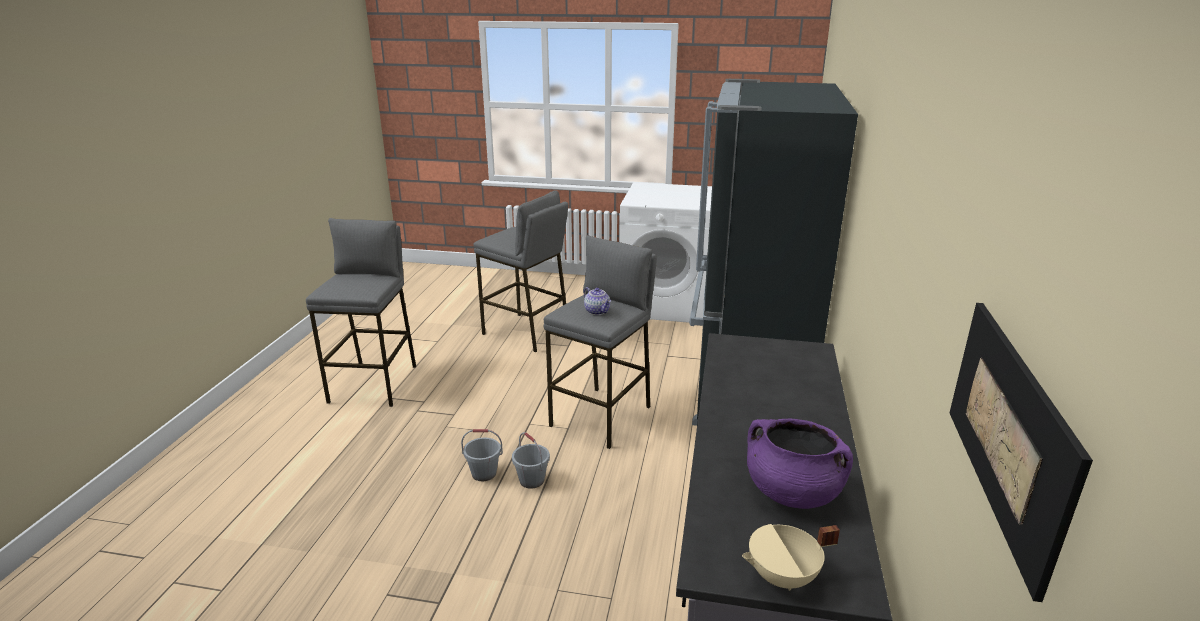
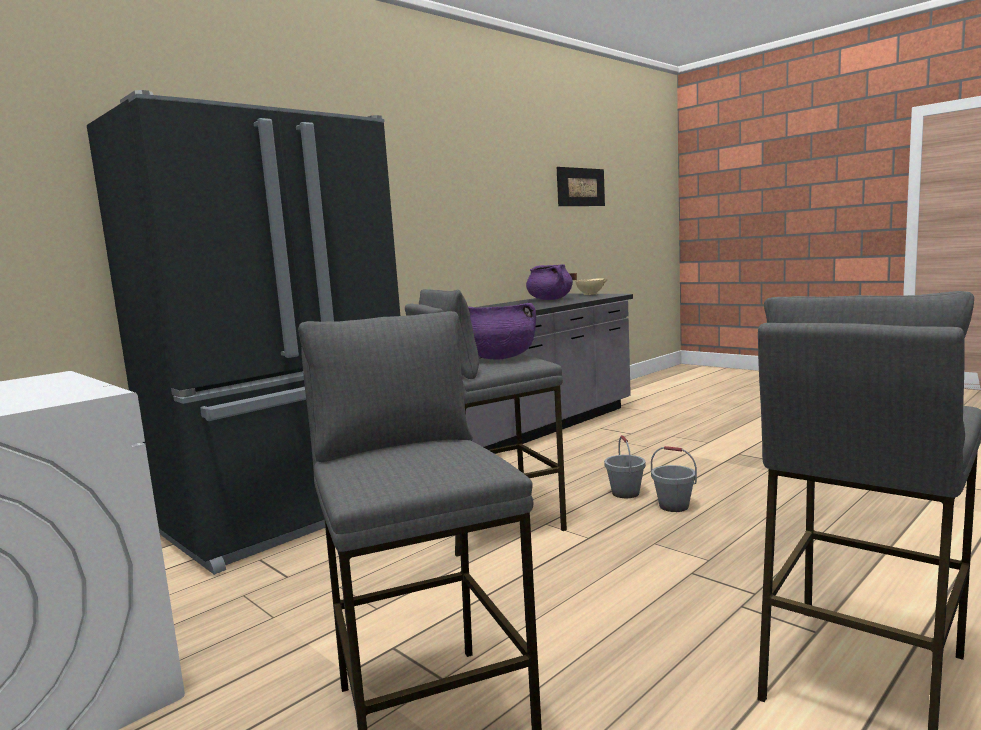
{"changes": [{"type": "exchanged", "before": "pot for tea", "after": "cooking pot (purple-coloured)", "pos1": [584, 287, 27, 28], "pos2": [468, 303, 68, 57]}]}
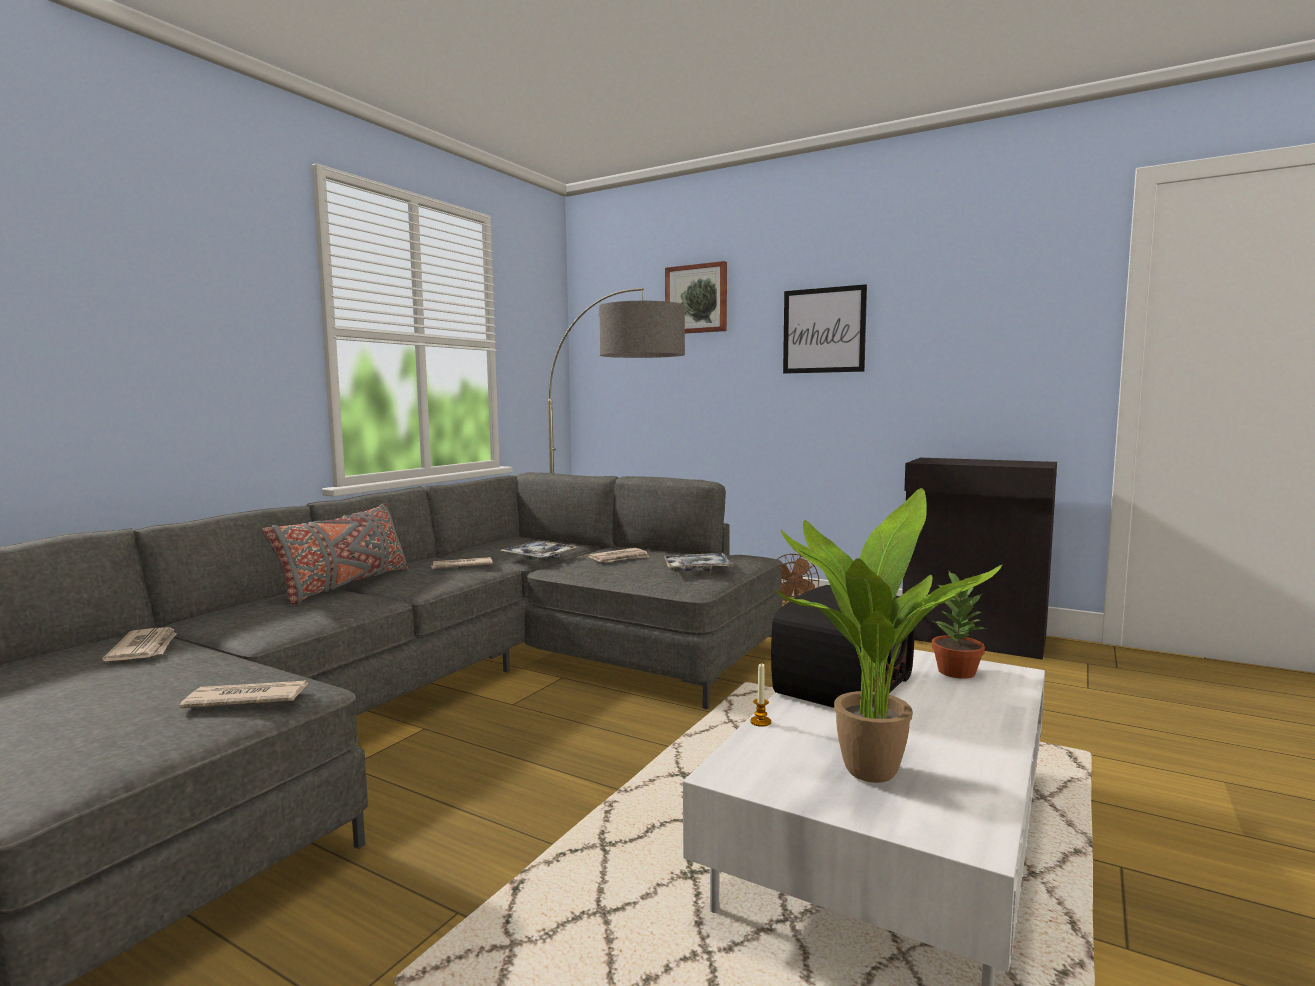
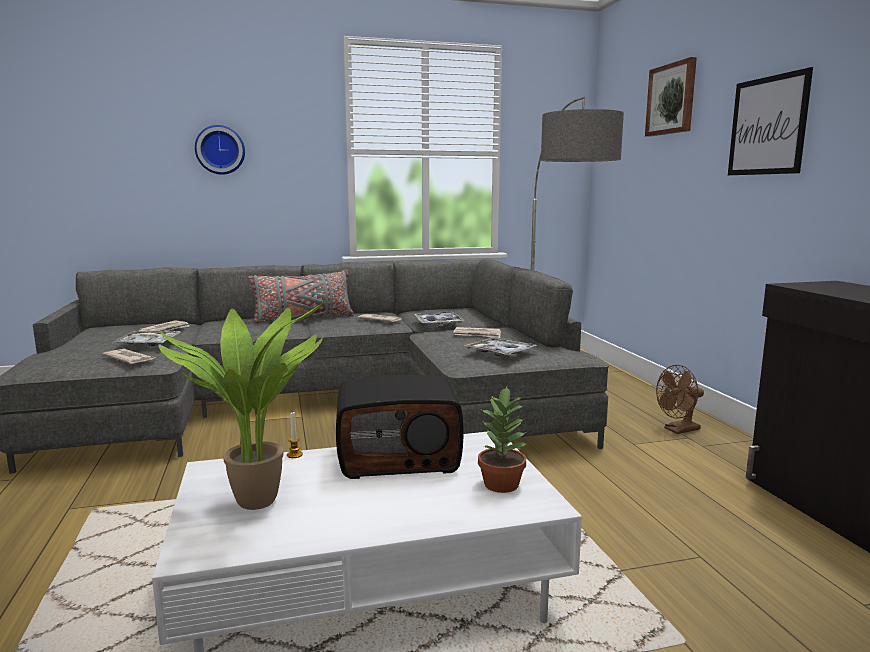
{"changes": [{"type": "appeared", "after": "tray", "pos2": [112, 331, 69, 15]}, {"type": "appeared", "after": "wall clock", "pos2": [195, 125, 50, 50]}]}
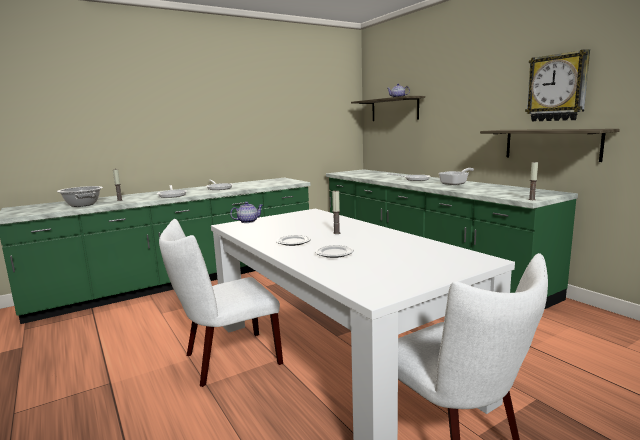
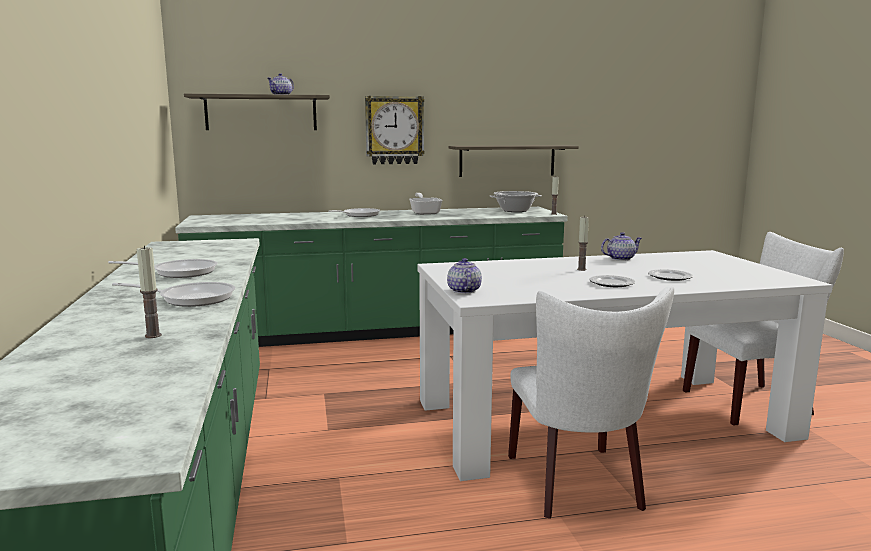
{"changes": [{"type": "relocated", "before": "wall clock", "pos1": [525, 49, 65, 72], "pos2": [365, 96, 60, 68]}, {"type": "relocated", "before": "cooking pot", "pos1": [57, 186, 46, 21], "pos2": [489, 191, 53, 21]}, {"type": "appeared", "after": "pot for tea", "pos2": [601, 232, 41, 29]}]}
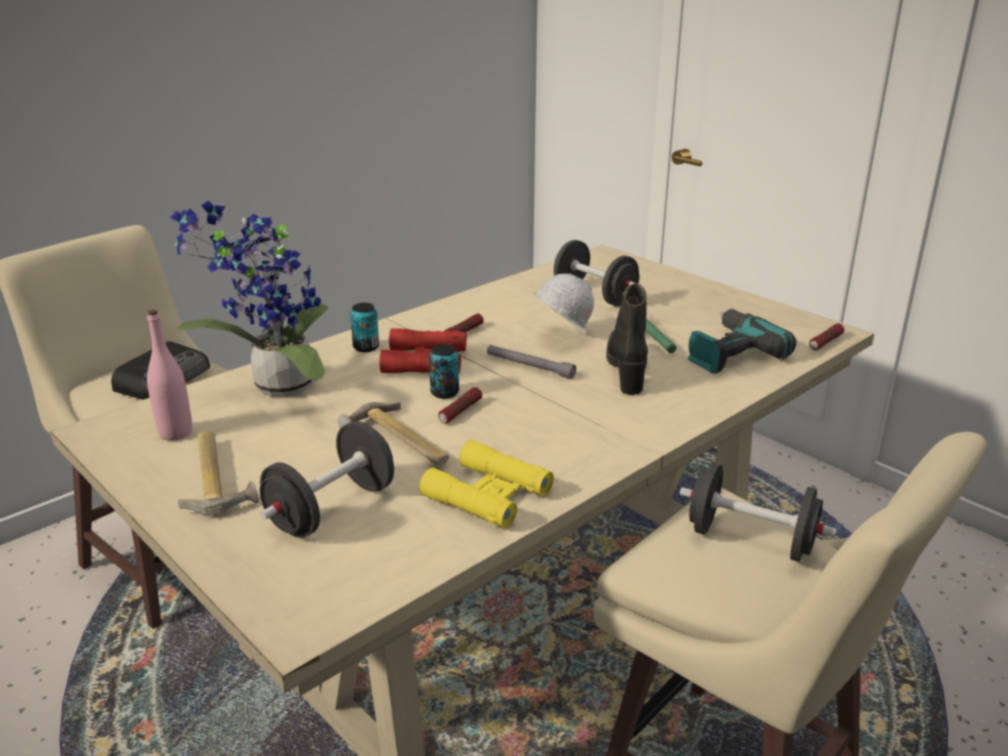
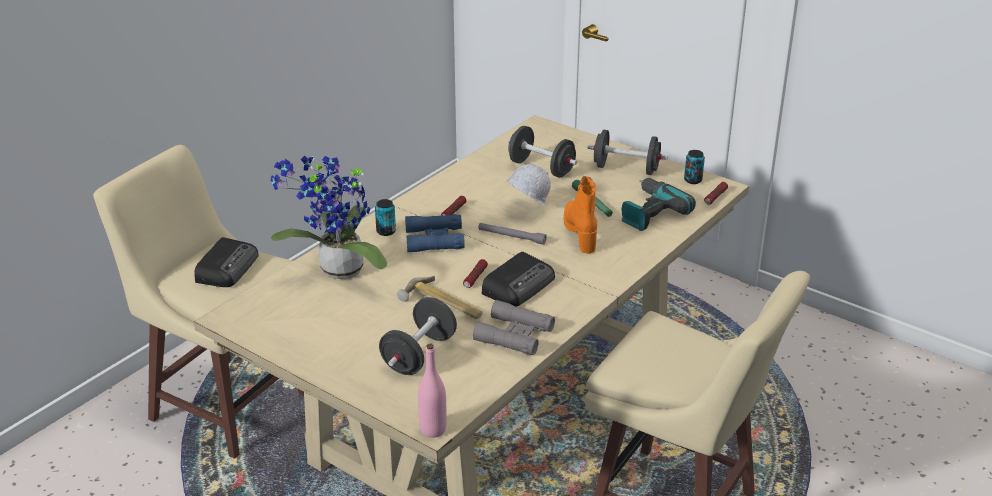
{"changes": [{"type": "colour", "before": "pair of binoculars (red-coloured)", "after": "pair of binoculars (blue-coloured)", "pos1": [379, 328, 88, 46], "pos2": [405, 214, 60, 38]}, {"type": "relocated", "before": "beverage bottle (pink)", "pos1": [147, 310, 45, 131], "pos2": [418, 344, 29, 94]}, {"type": "colour", "before": "pair of binoculars (yellowish)", "after": "pair of binoculars (grey)", "pos1": [419, 440, 135, 88], "pos2": [473, 300, 82, 55]}, {"type": "appeared", "after": "radio", "pos2": [482, 252, 73, 54]}, {"type": "colour", "before": "tall boot (black-coloured)", "after": "tall boot (orangey)", "pos1": [606, 283, 42, 112], "pos2": [564, 176, 33, 78]}, {"type": "relocated", "before": "dumbbell (black-coloured)", "pos1": [680, 463, 156, 99], "pos2": [588, 130, 80, 45]}, {"type": "relocated", "before": "can", "pos1": [429, 344, 30, 55], "pos2": [684, 150, 21, 34]}, {"type": "missing", "before": "hand hammer", "pos1": [178, 431, 81, 84]}]}
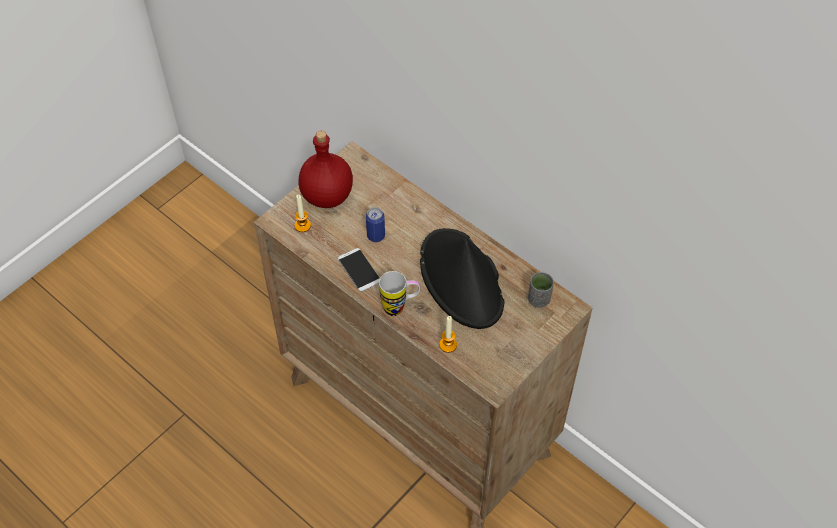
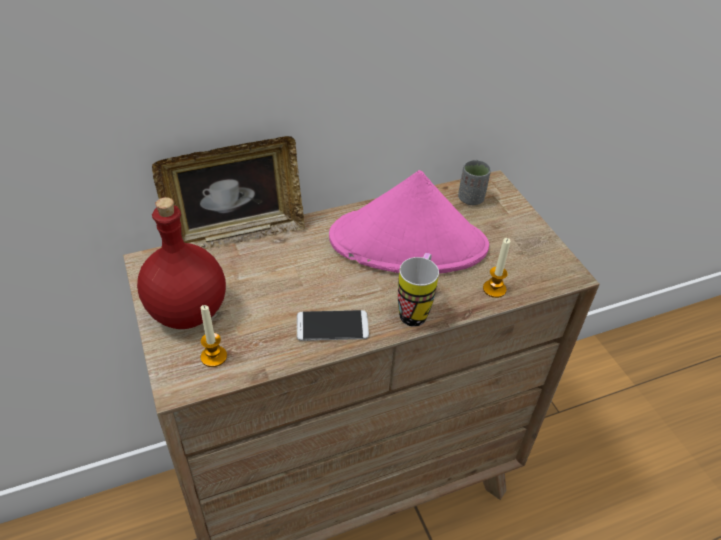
{"changes": [{"type": "appeared", "after": "picture frame", "pos2": [152, 136, 153, 113]}, {"type": "colour", "before": "hat (black-coloured)", "after": "hat (pink)", "pos1": [420, 228, 85, 101], "pos2": [329, 170, 160, 103]}, {"type": "missing", "before": "can", "pos1": [366, 207, 19, 35]}]}
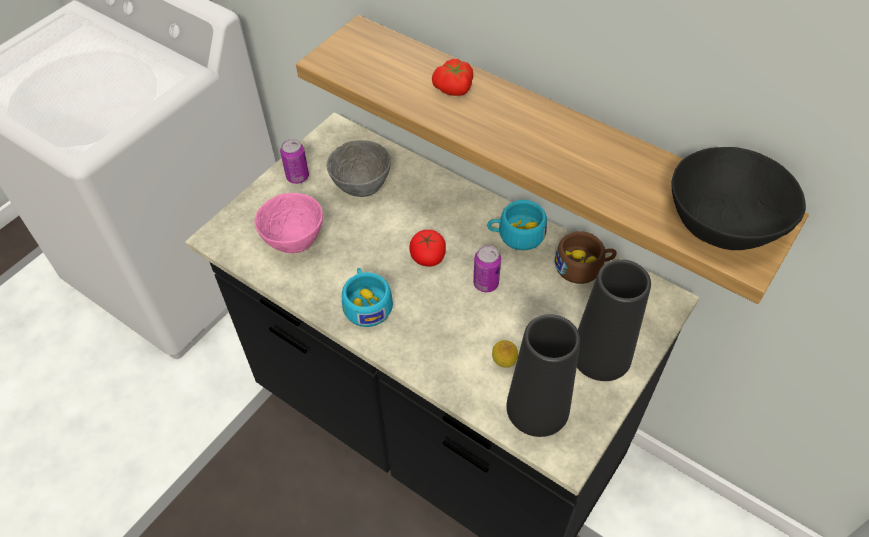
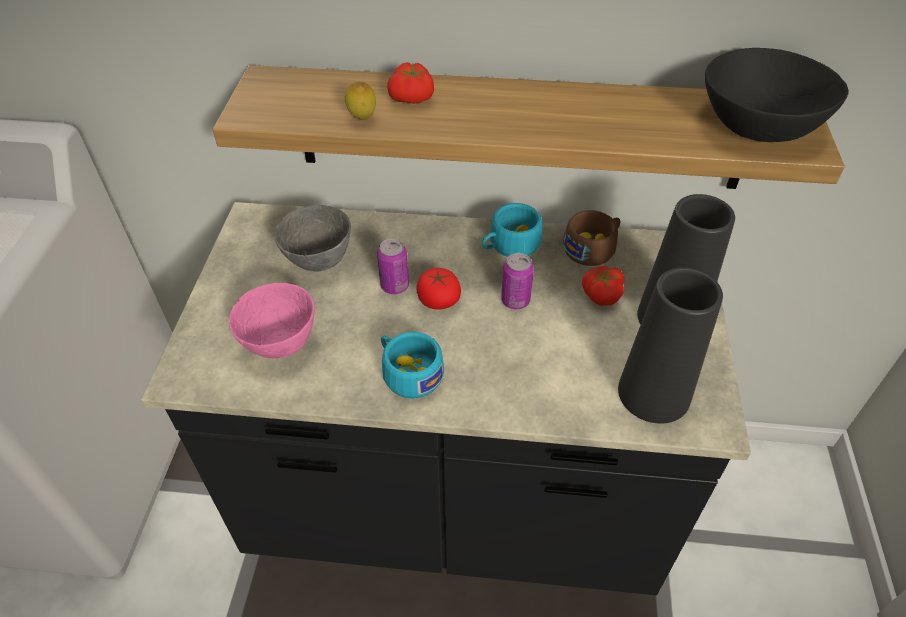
{"changes": [{"type": "relocated", "before": "citrus fruit", "pos1": [492, 340, 26, 28], "pos2": [345, 82, 31, 38]}, {"type": "relocated", "before": "can", "pos1": [280, 139, 29, 45], "pos2": [377, 238, 32, 56]}, {"type": "appeared", "after": "whole tomato", "pos2": [582, 266, 43, 40]}]}
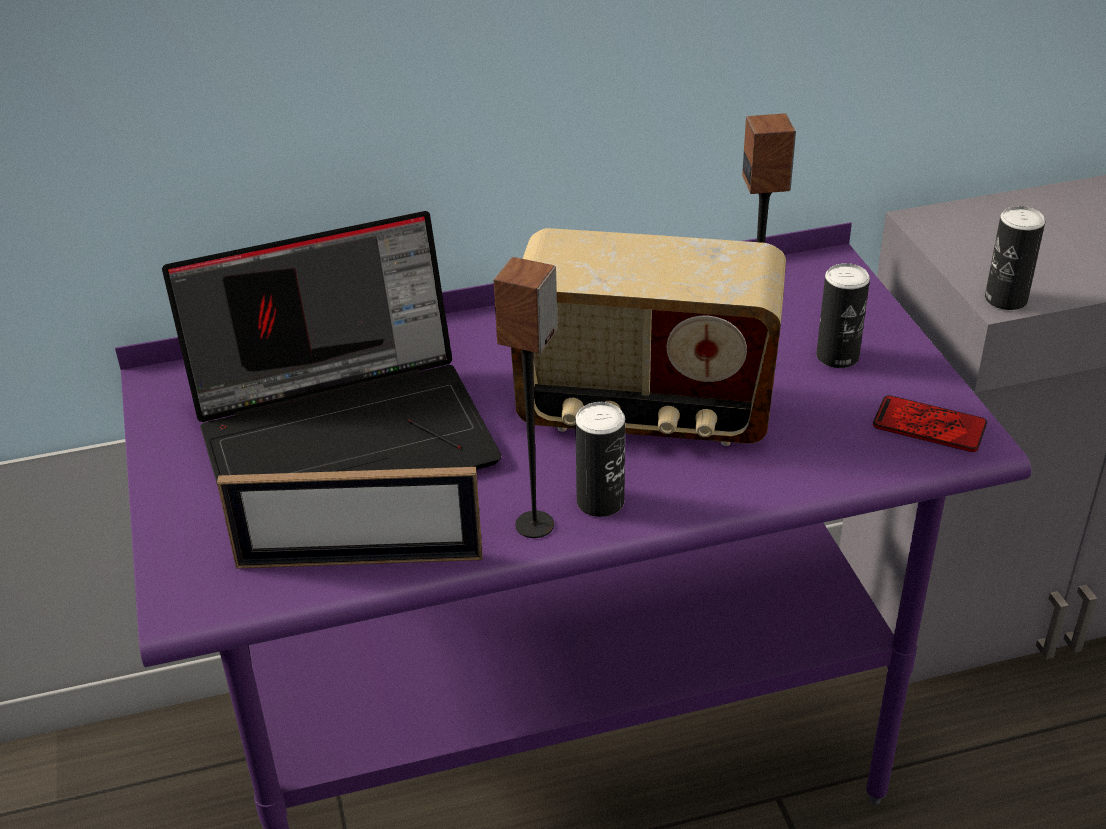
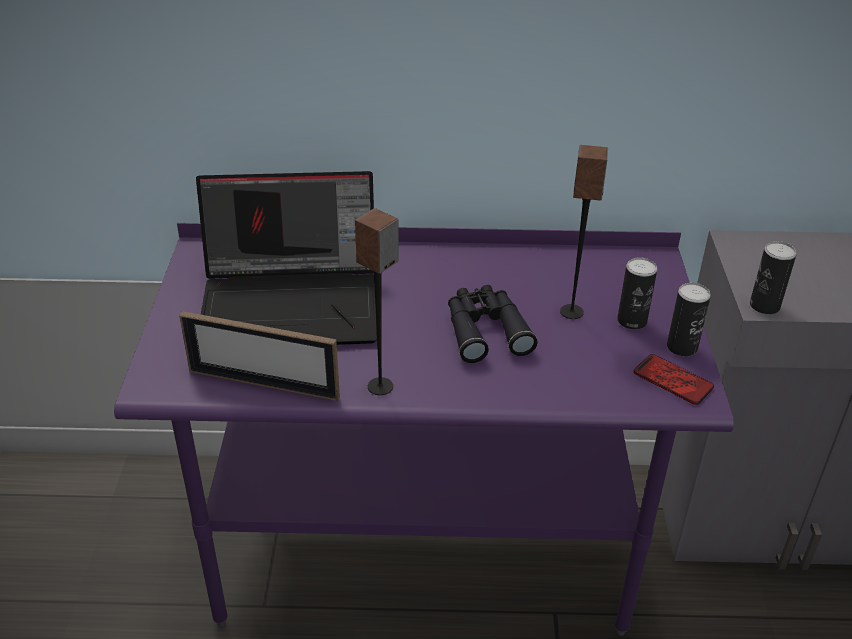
{"changes": [{"type": "exchanged", "before": "radio", "after": "pair of binoculars (black-coloured)", "pos1": [511, 228, 275, 218], "pos2": [448, 285, 89, 78]}, {"type": "relocated", "before": "can", "pos1": [575, 402, 50, 115], "pos2": [667, 282, 44, 74]}]}
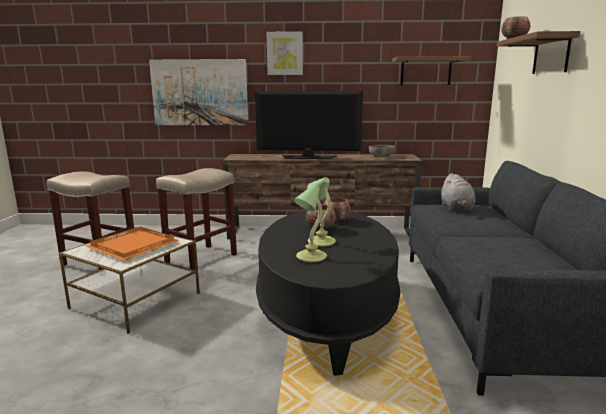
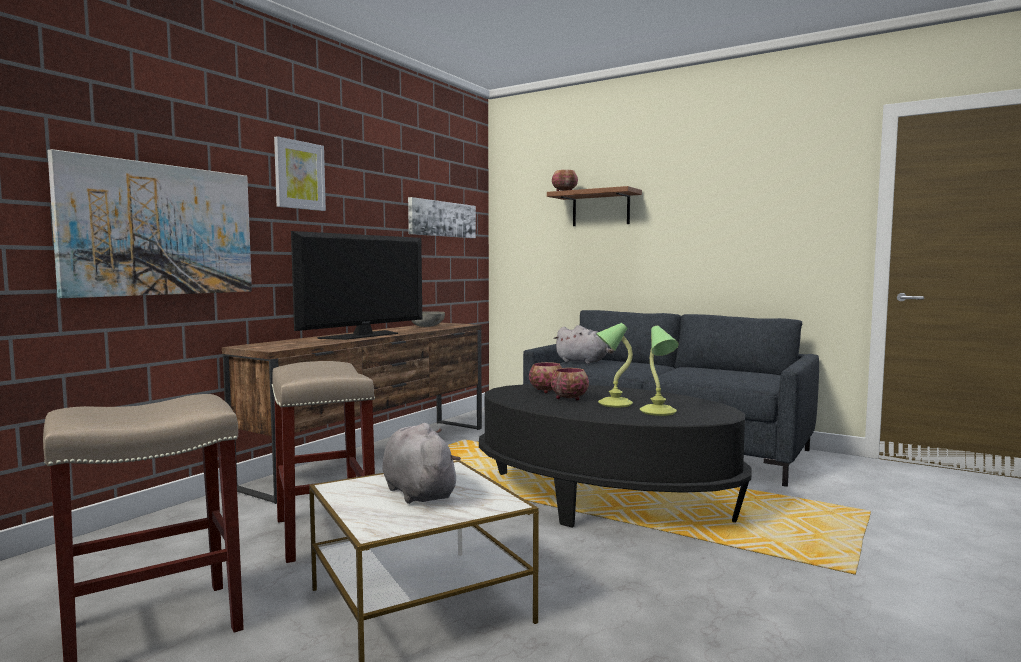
{"changes": [{"type": "exchanged", "before": "tray (orangey)", "after": "cuddly toy (grey)", "pos1": [86, 227, 93, 33], "pos2": [382, 423, 79, 81]}, {"type": "exchanged", "before": "wall shelf (brown)", "after": "wall picture", "pos1": [392, 56, 79, 29], "pos2": [408, 197, 68, 41]}]}
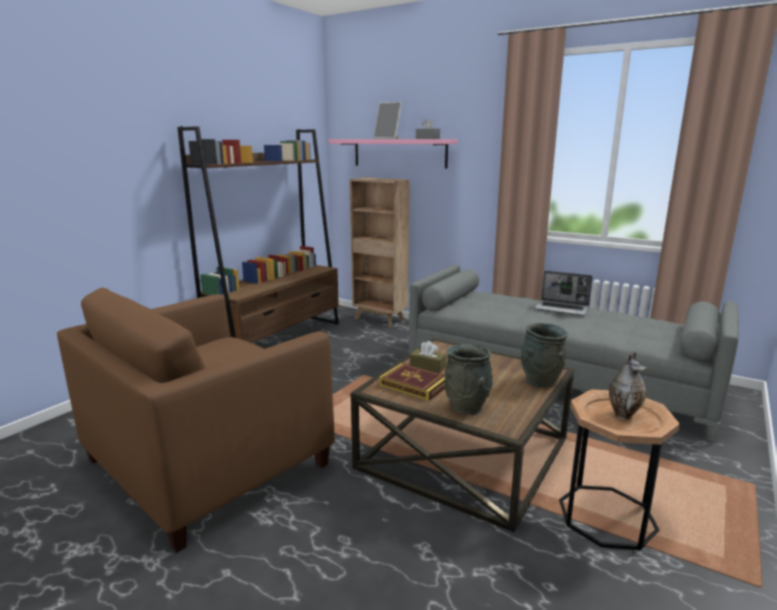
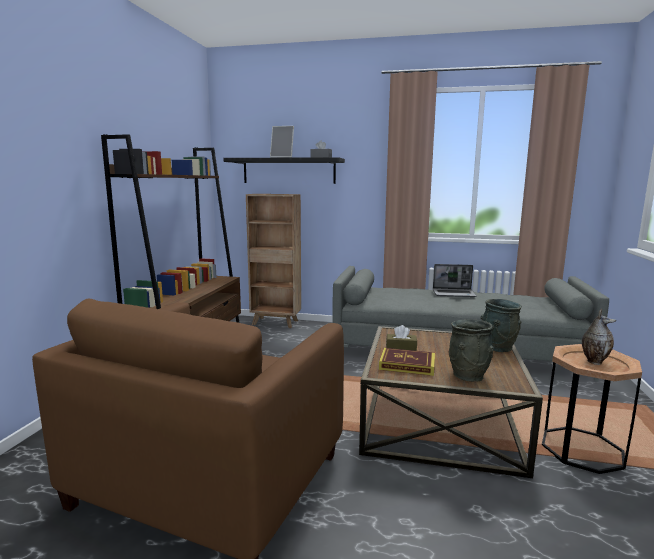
{"changes": [{"type": "colour", "before": "wall shelf (pink)", "after": "wall shelf (black-coloured)", "pos1": [329, 139, 129, 29], "pos2": [223, 157, 122, 27]}]}
